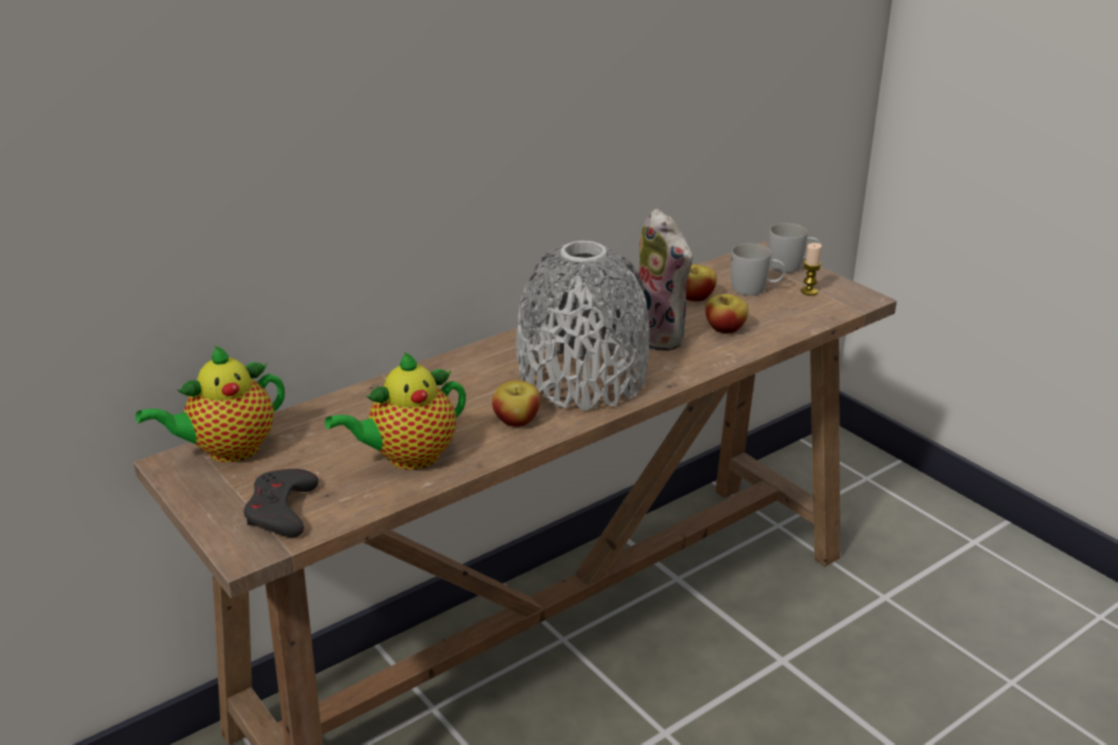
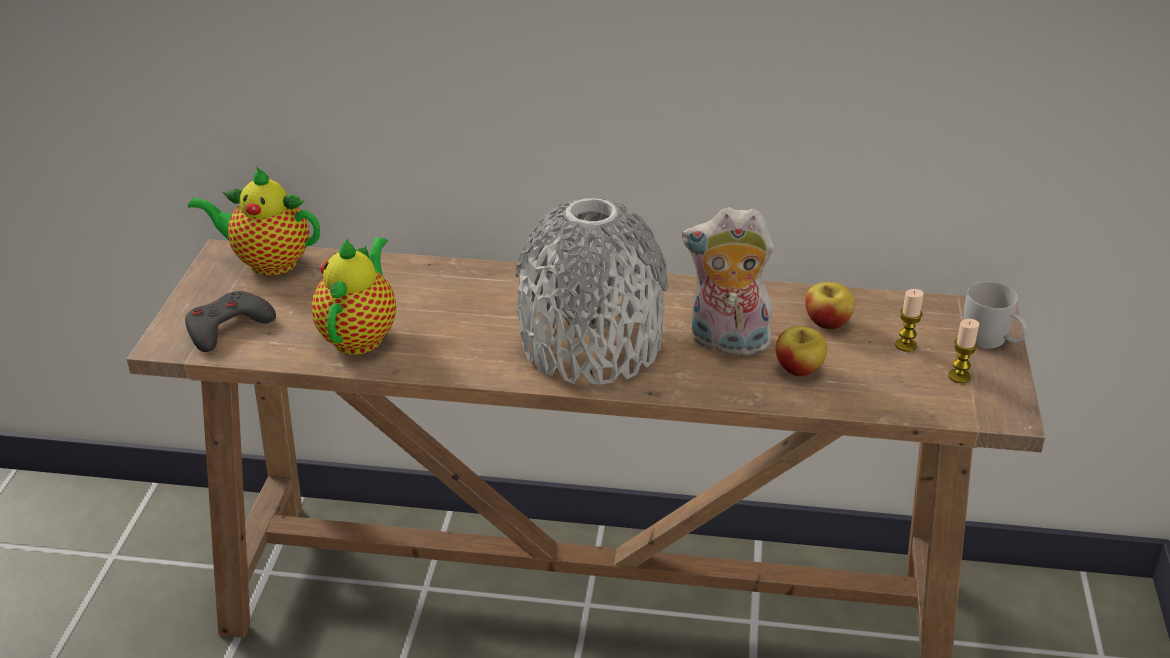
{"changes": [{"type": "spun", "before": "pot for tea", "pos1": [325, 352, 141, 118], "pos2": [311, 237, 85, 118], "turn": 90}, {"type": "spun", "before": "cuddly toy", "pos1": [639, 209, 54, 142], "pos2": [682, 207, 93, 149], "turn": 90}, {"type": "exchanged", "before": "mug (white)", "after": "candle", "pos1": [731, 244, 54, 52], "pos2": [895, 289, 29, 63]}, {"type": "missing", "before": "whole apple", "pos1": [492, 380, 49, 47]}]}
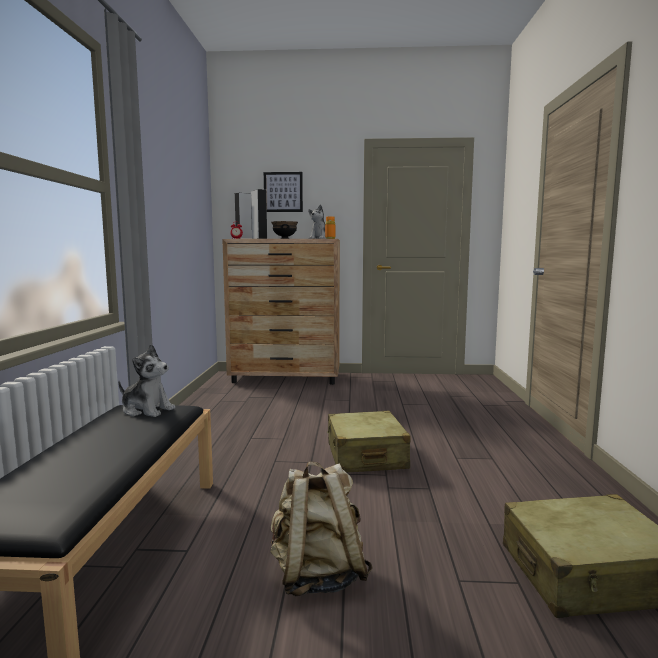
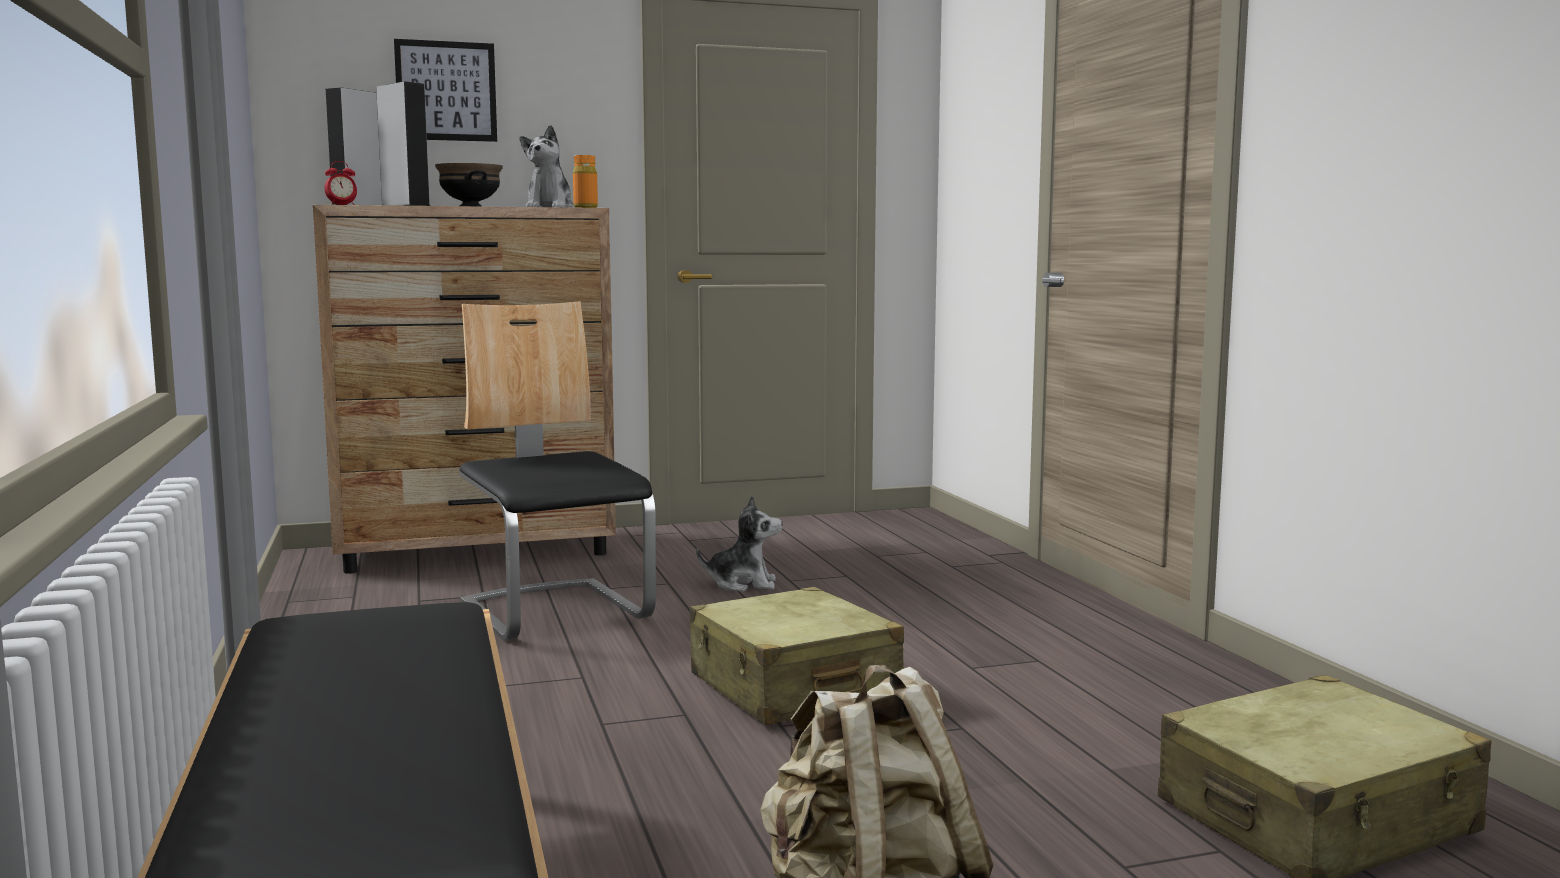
{"changes": [{"type": "appeared", "after": "upright chair", "pos2": [459, 301, 197, 339]}, {"type": "relocated", "before": "cuddly toy", "pos1": [118, 344, 57, 73], "pos2": [696, 495, 86, 97]}]}
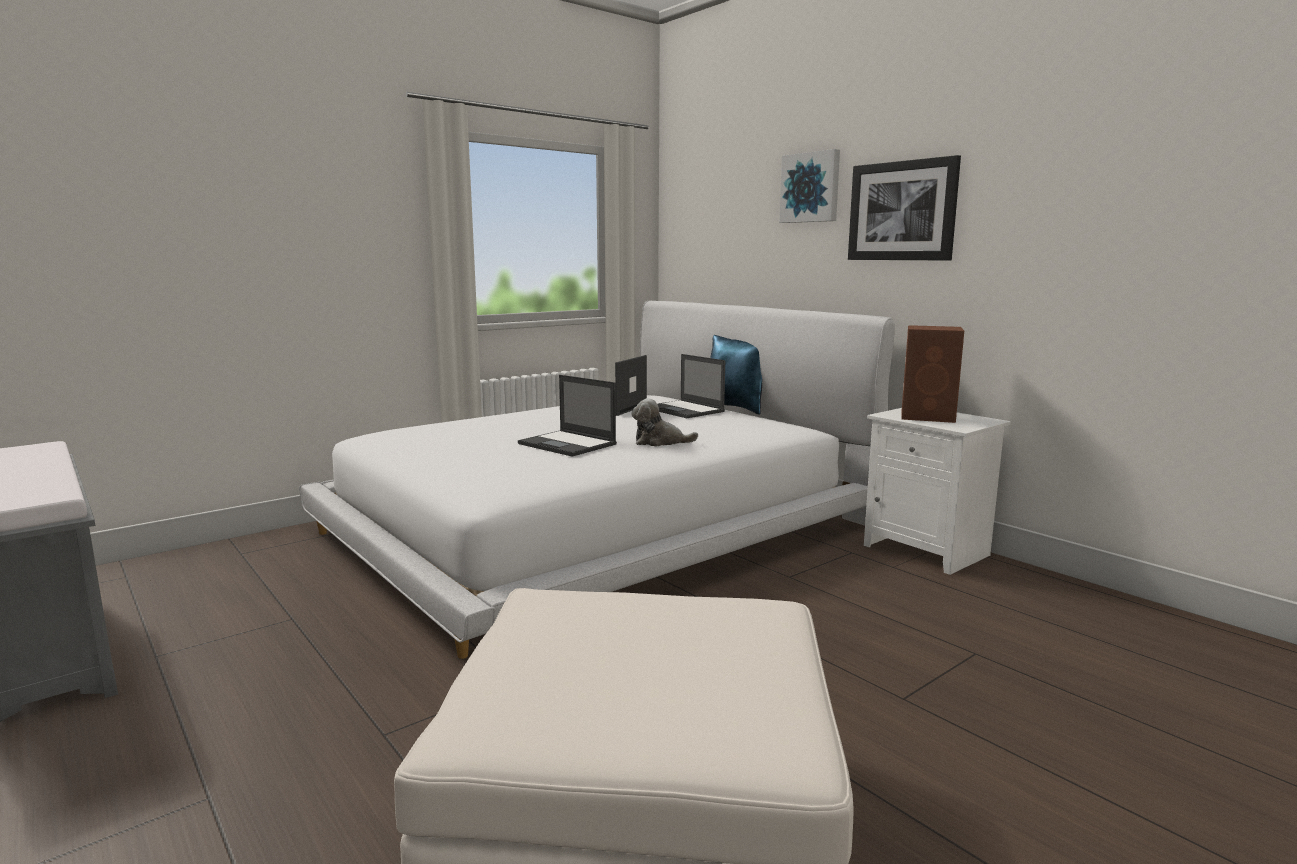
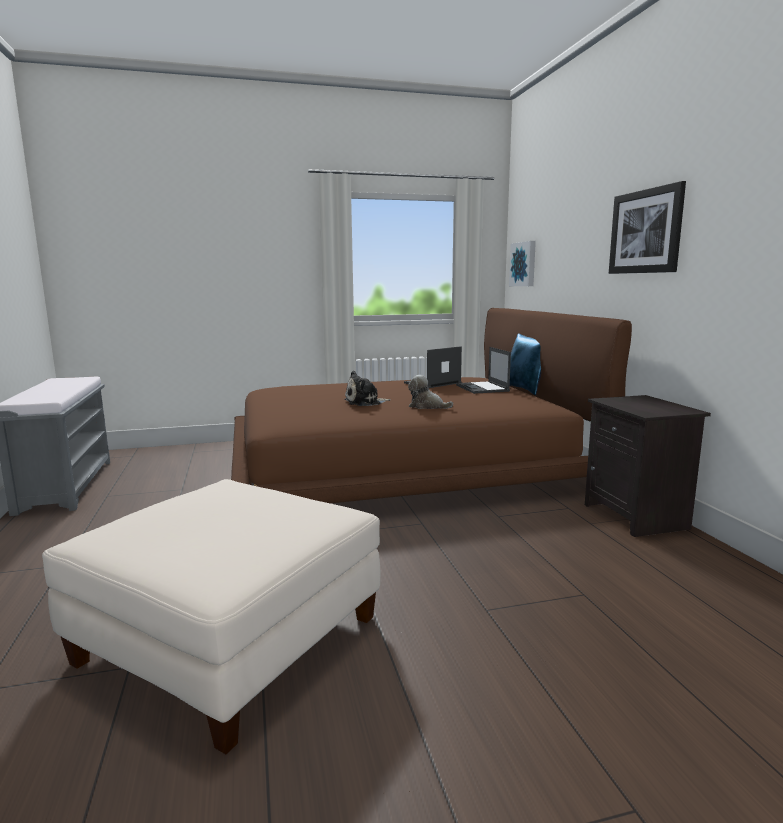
{"changes": [{"type": "colour", "before": "bed (white)", "after": "bed (brown)", "pos1": [299, 300, 596, 359], "pos2": [231, 308, 401, 195]}, {"type": "exchanged", "before": "laptop", "after": "cuddly toy", "pos1": [518, 375, 99, 82], "pos2": [344, 371, 47, 35]}, {"type": "relocated", "before": "wall picture", "pos1": [779, 149, 61, 74], "pos2": [509, 241, 27, 45]}, {"type": "colour", "before": "nightstand (white)", "after": "nightstand (black-coloured)", "pos1": [864, 408, 147, 167], "pos2": [585, 395, 126, 142]}, {"type": "missing", "before": "audio speaker (brown)", "pos1": [901, 325, 63, 98]}]}
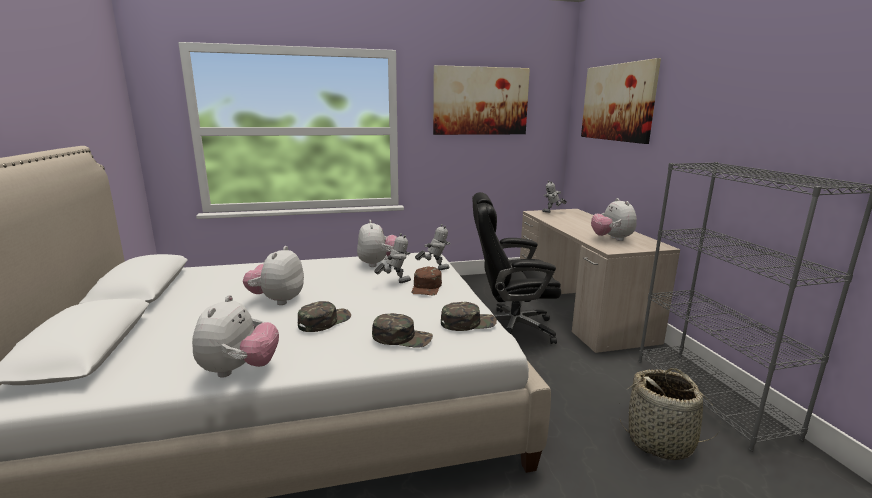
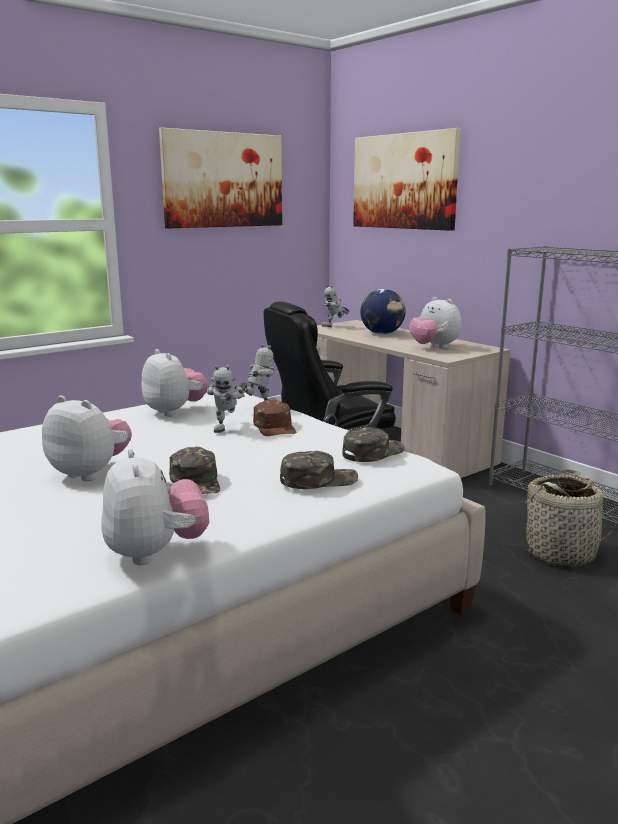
{"changes": [{"type": "spun", "before": "cuddly toy", "pos1": [243, 246, 61, 59], "pos2": [42, 395, 90, 86], "turn": 135}, {"type": "spun", "before": "peaked cap (green)", "pos1": [298, 301, 53, 31], "pos2": [169, 447, 51, 47], "turn": 150}, {"type": "spun", "before": "robot figure", "pos1": [374, 233, 37, 50], "pos2": [207, 365, 38, 68], "turn": 150}, {"type": "appeared", "after": "desk globe", "pos2": [360, 289, 46, 45]}]}
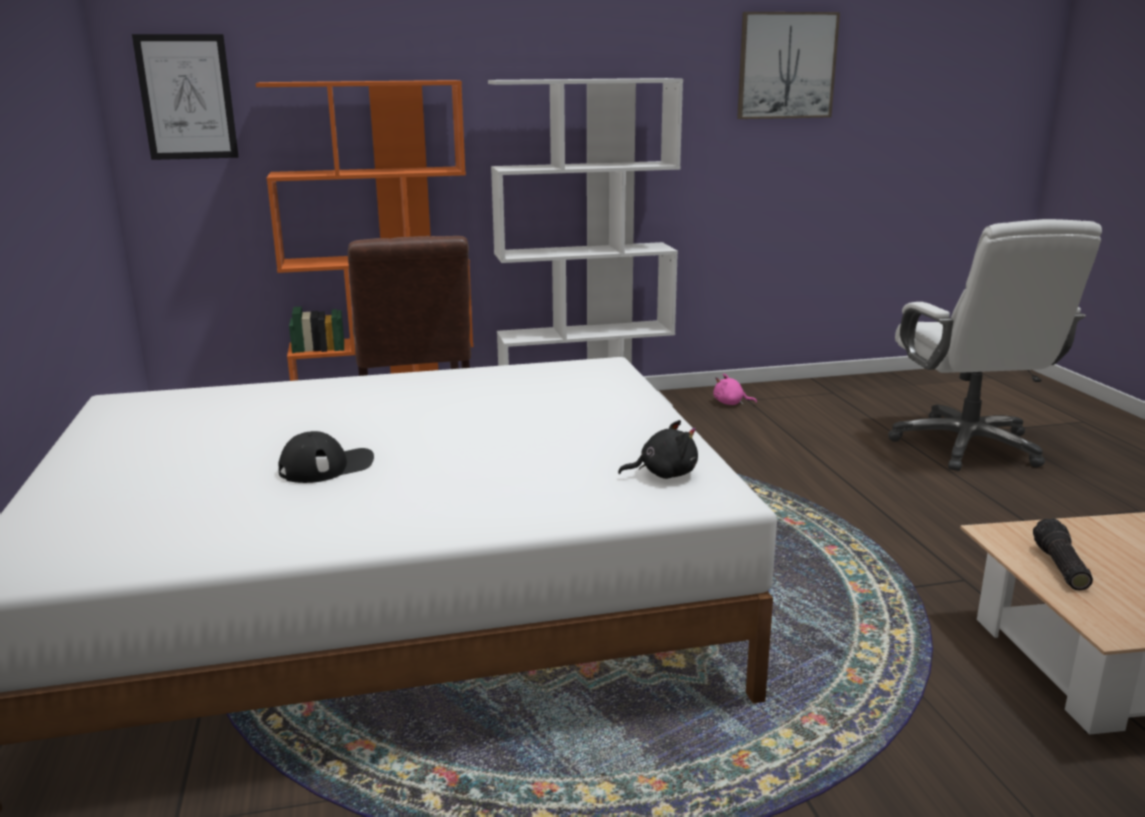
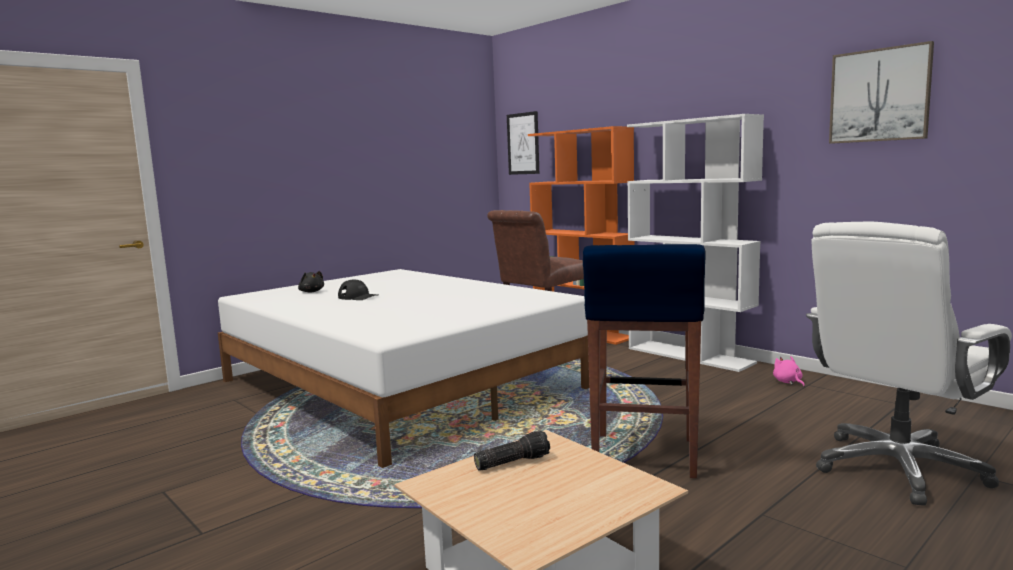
{"changes": [{"type": "relocated", "before": "cuddly toy (black-coloured)", "pos1": [618, 420, 80, 59], "pos2": [298, 271, 26, 22]}, {"type": "appeared", "after": "stool (blue-coloured)", "pos2": [583, 244, 123, 234]}]}
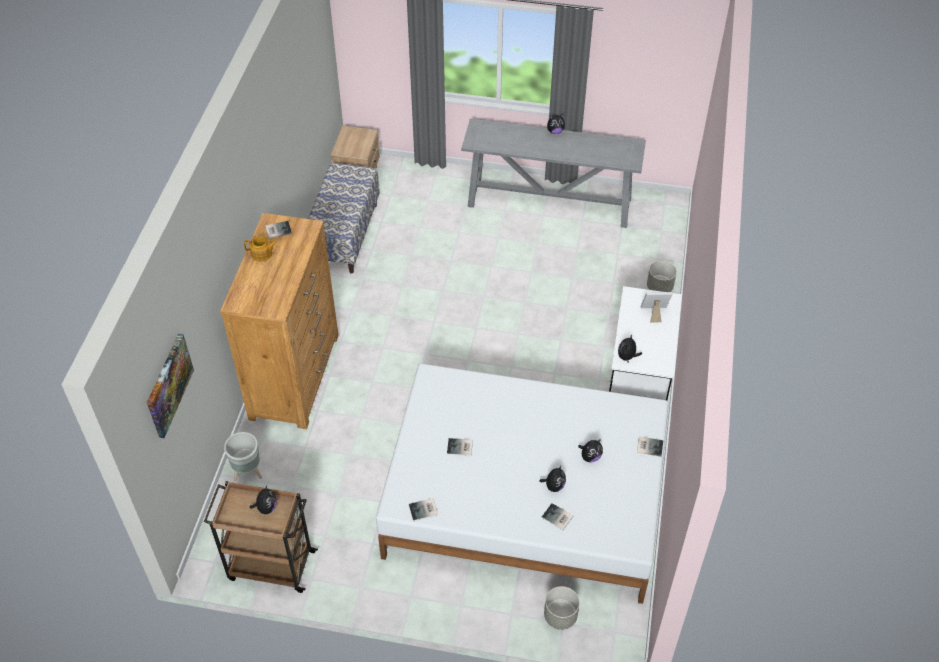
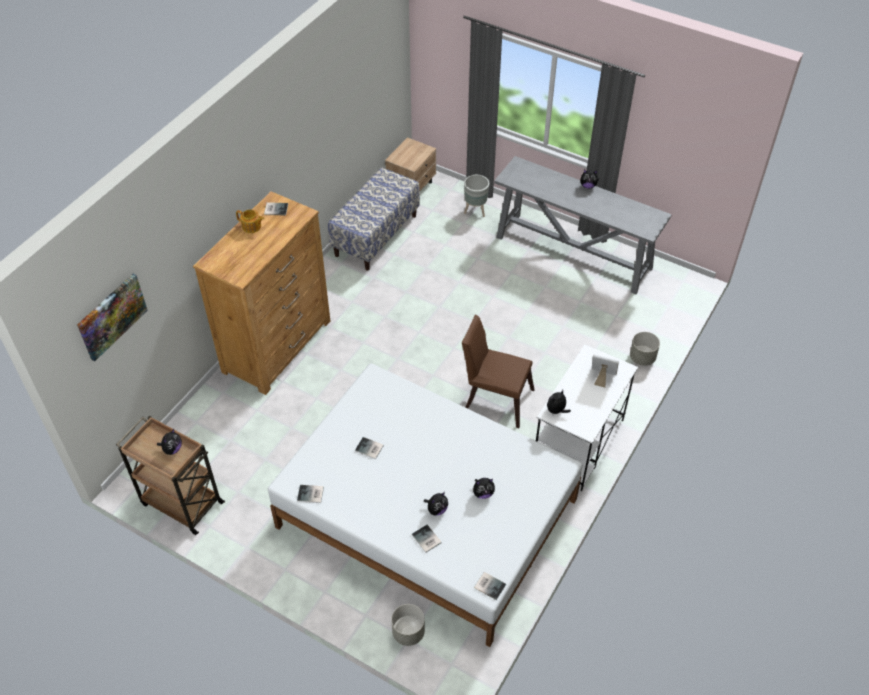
{"changes": [{"type": "appeared", "after": "upright chair (brown)", "pos2": [462, 315, 72, 113]}, {"type": "relocated", "before": "planter (grey)", "pos1": [224, 432, 38, 49], "pos2": [464, 175, 25, 42]}, {"type": "relocated", "before": "book", "pos1": [637, 436, 26, 21], "pos2": [474, 572, 32, 28]}]}
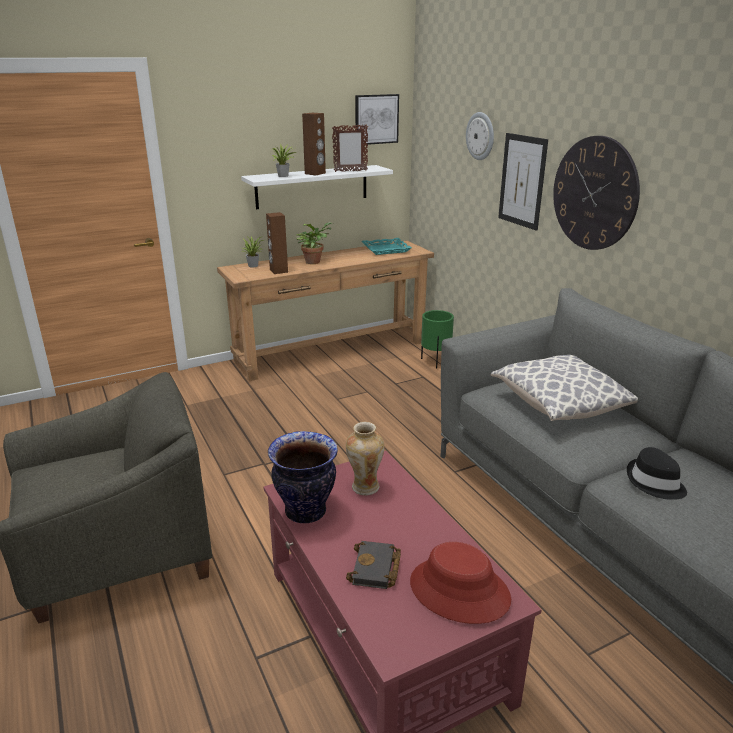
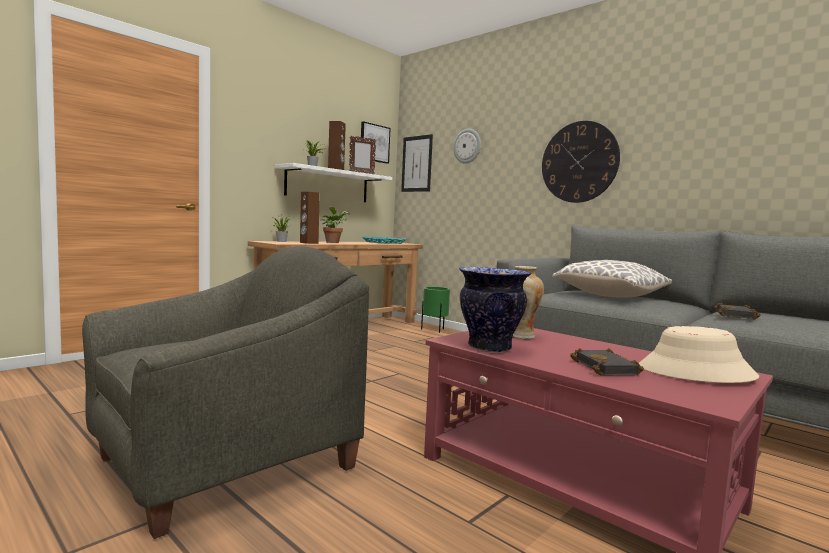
{"changes": [{"type": "relocated", "before": "wall picture", "pos1": [498, 133, 50, 98], "pos2": [401, 134, 32, 58]}, {"type": "colour", "before": "hat (red-coloured)", "after": "hat (sand-coloured)", "pos1": [410, 542, 101, 82], "pos2": [639, 326, 120, 57]}, {"type": "exchanged", "before": "hat (black-coloured)", "after": "book (black-coloured)", "pos1": [627, 447, 60, 53], "pos2": [713, 303, 48, 17]}]}
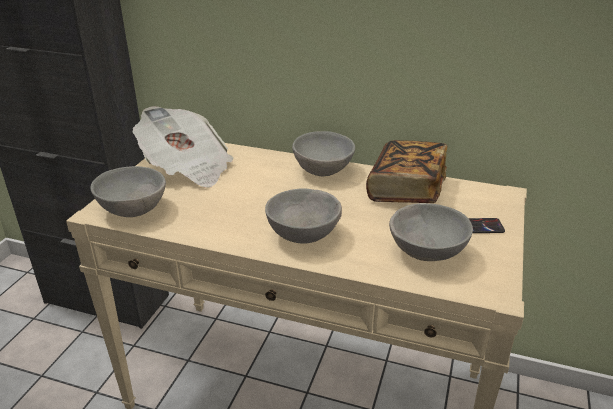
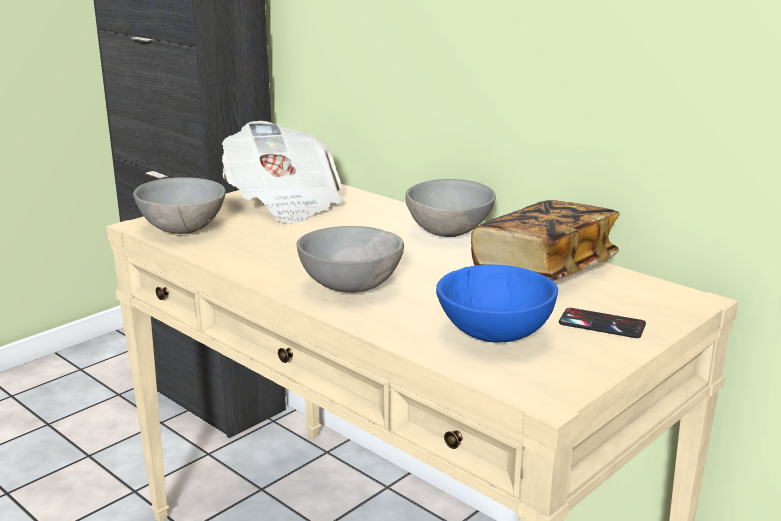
{"changes": [{"type": "colour", "before": "serving bowl (grey)", "after": "serving bowl (blue-coloured)", "pos1": [389, 203, 84, 58], "pos2": [436, 264, 122, 79]}]}
